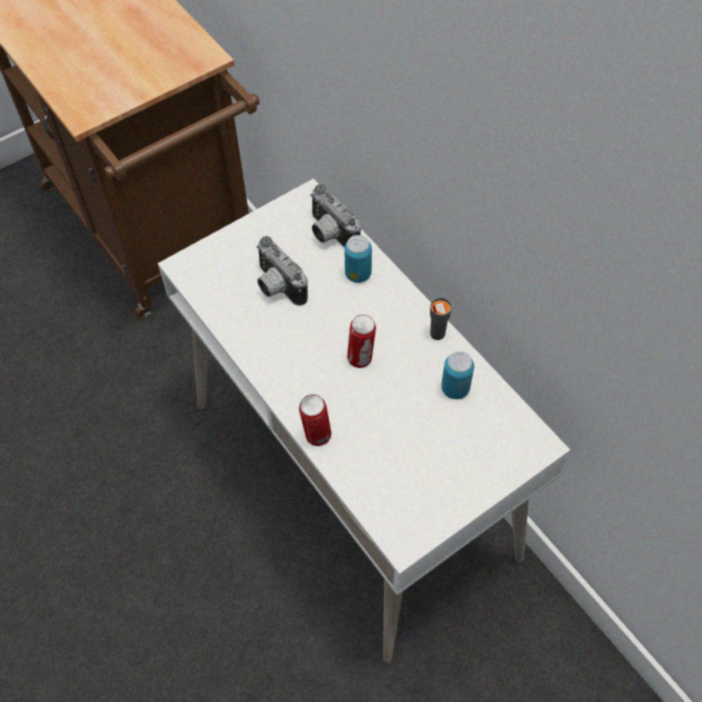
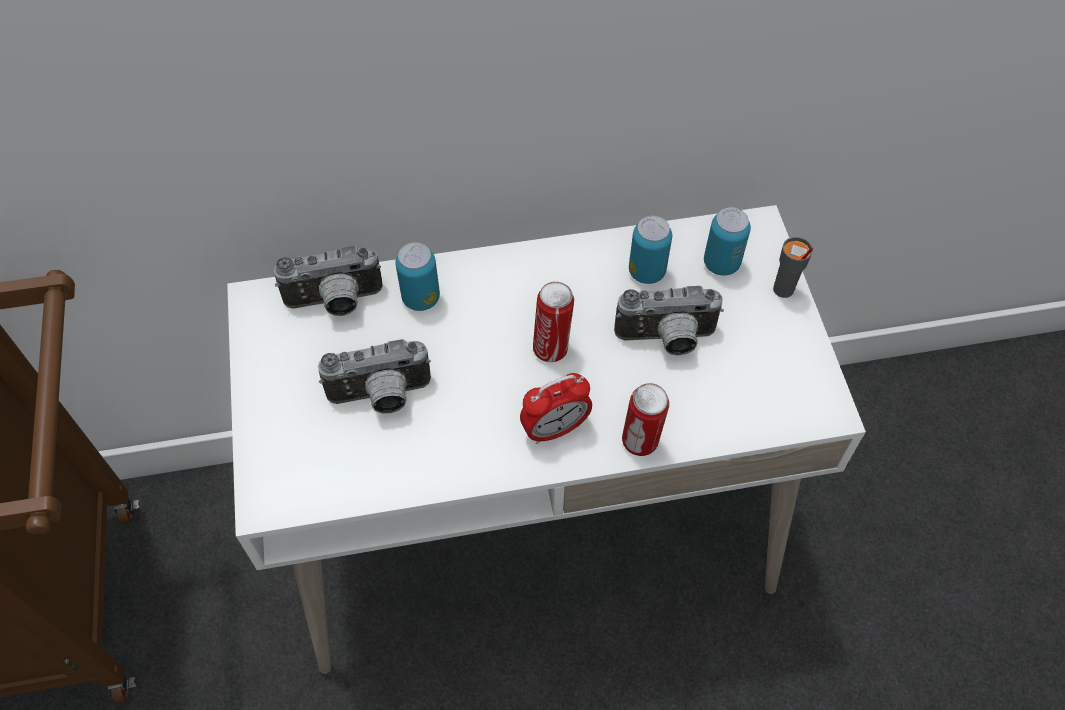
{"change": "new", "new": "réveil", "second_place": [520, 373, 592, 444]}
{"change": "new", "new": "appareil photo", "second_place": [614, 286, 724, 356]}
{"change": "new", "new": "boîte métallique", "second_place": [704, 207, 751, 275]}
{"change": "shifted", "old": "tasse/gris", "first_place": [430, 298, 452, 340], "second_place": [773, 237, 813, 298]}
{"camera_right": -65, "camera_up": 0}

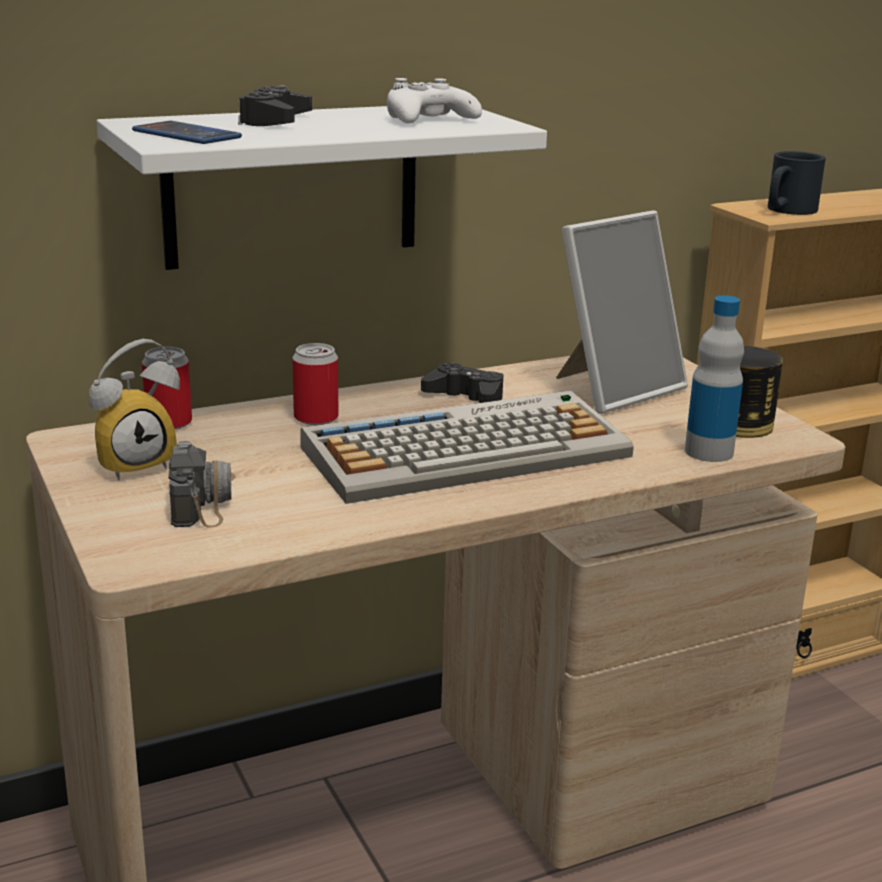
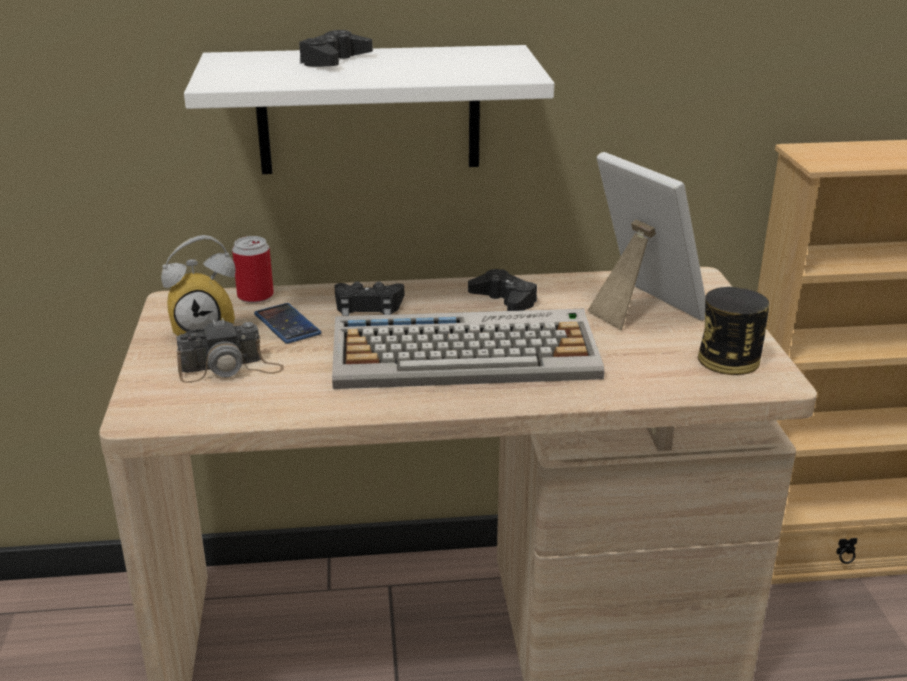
{"change": "rotated", "old": "appareil photo", "first_place": [168, 441, 236, 528], "second_place": [176, 318, 284, 383], "degrees": 60}
{"change": "shifted", "old": "téléphone", "first_place": [132, 121, 242, 144], "second_place": [254, 303, 322, 344]}
{"change": "swapped", "old": "boîte métallique", "new": "manette/noir", "first_place": [292, 343, 338, 425], "second_place": [334, 281, 404, 316]}
{"change": "rotated", "old": "cadre photo", "first_place": [556, 210, 688, 414], "second_place": [587, 152, 705, 330], "degrees": -105}
{"change": "gone", "old": "manette/blanc", "first_place": [387, 78, 482, 123]}
{"change": "gone", "old": "bouteille", "first_place": [685, 295, 744, 462]}
{"change": "gone", "old": "mug/noir", "first_place": [768, 151, 826, 215]}
{"camera_right": 20, "camera_up": 5}

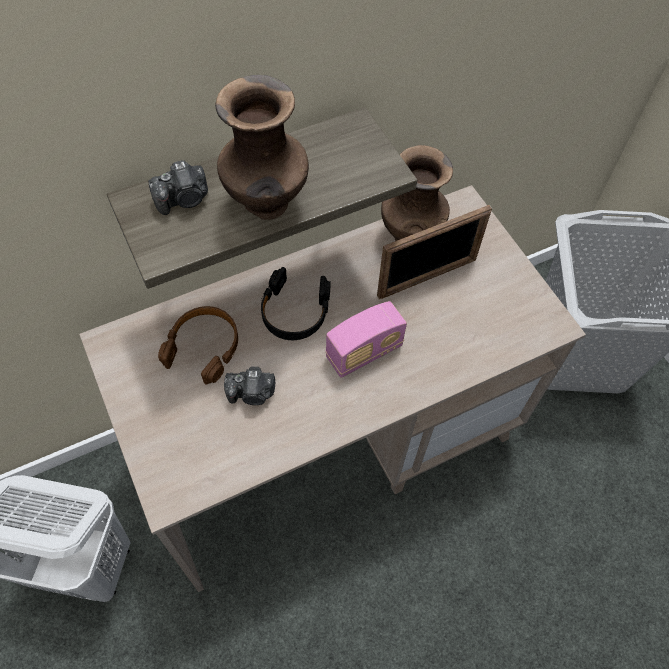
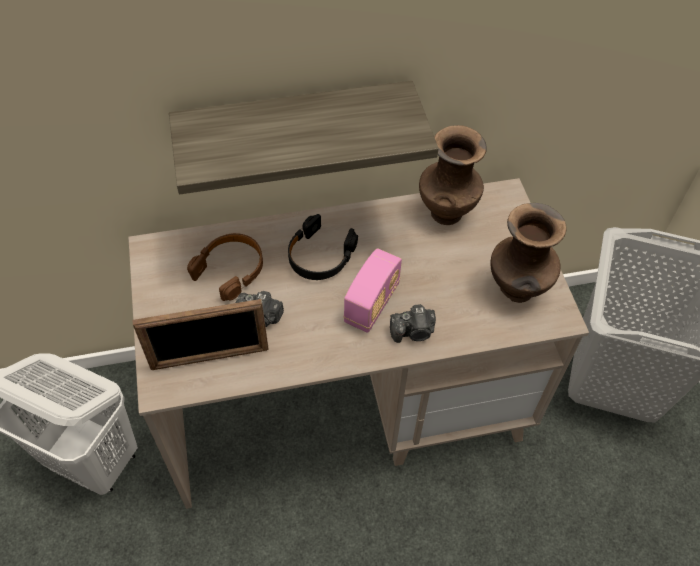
{"change": "shifted", "old": "cadre photo", "first_place": [377, 205, 492, 299], "second_place": [132, 299, 269, 370]}
{"change": "rotated", "old": "radio", "first_place": [325, 301, 407, 378], "second_place": [344, 248, 402, 333], "degrees": -45}
{"change": "shifted", "old": "appareil photo", "first_place": [148, 160, 208, 215], "second_place": [390, 304, 436, 343]}
{"change": "shifted", "old": "vase/marron", "first_place": [215, 75, 309, 220], "second_place": [490, 203, 567, 303]}
{"camera_right": 15, "camera_up": -5}

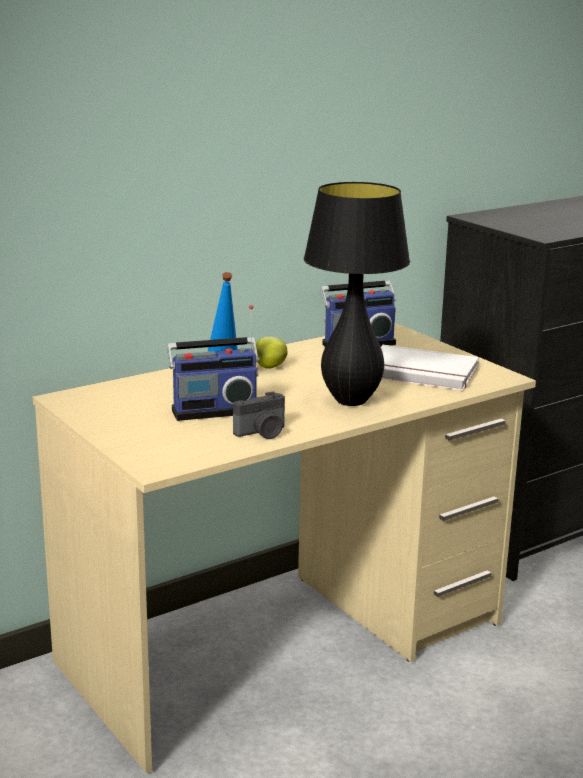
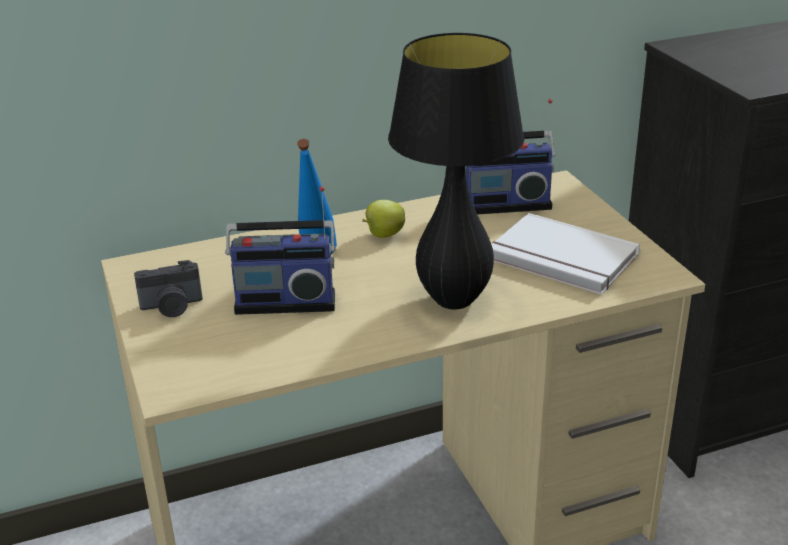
{"change": "shifted", "old": "appareil photo", "first_place": [233, 392, 285, 439], "second_place": [134, 260, 202, 317]}
{"camera_right": 15, "camera_up": 10}

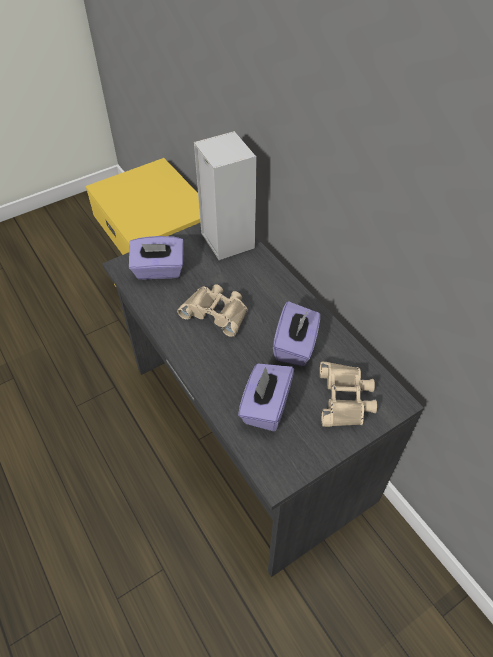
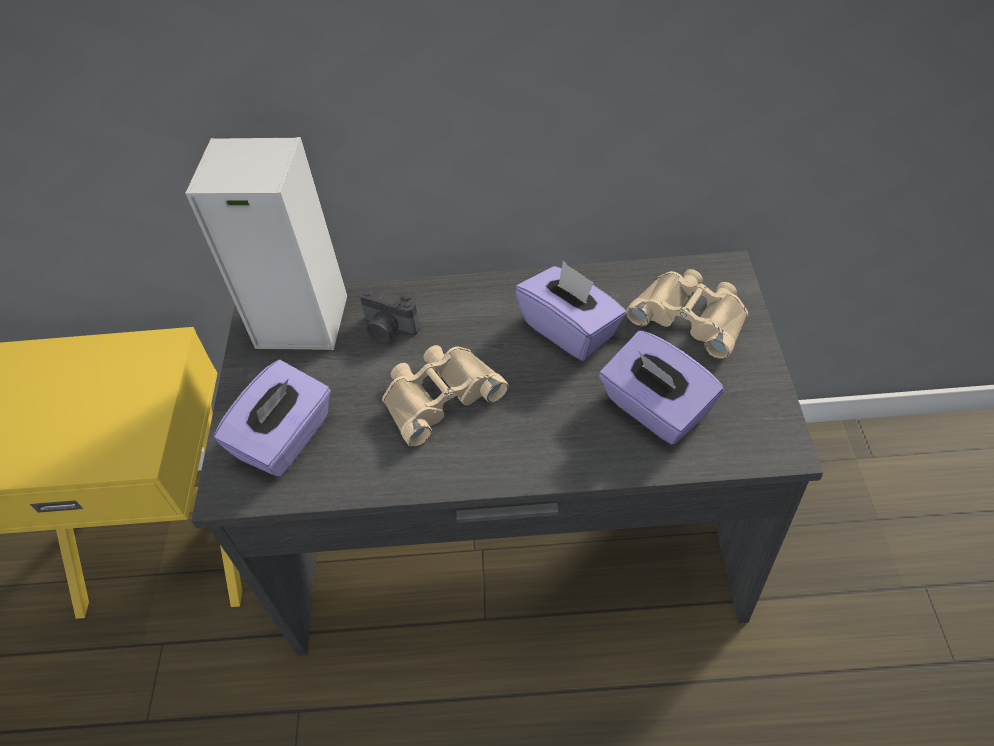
{"change": "new", "new": "appareil photo", "second_place": [359, 288, 420, 344]}
{"camera_right": -55, "camera_up": 0}

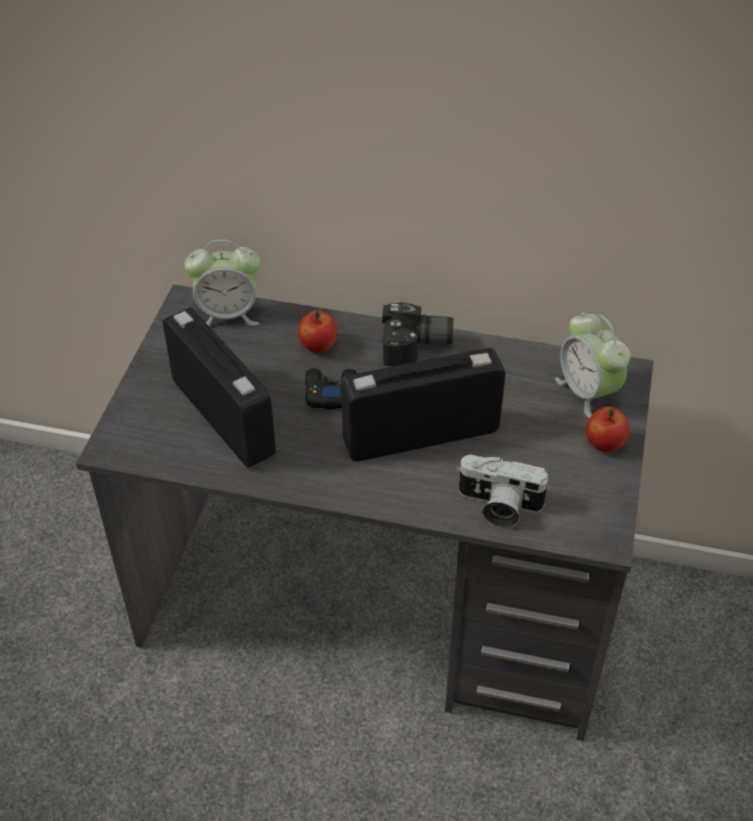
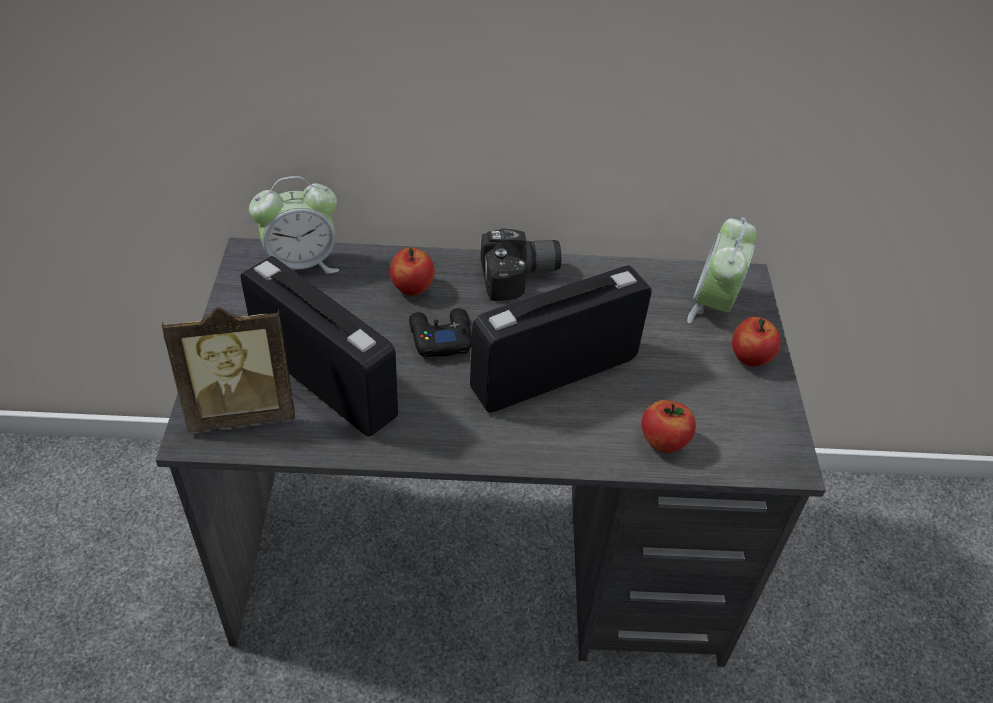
{"change": "new", "new": "cadre photo", "second_place": [162, 307, 295, 432]}
{"change": "swapped", "old": "appareil photo", "new": "pomme", "first_place": [457, 455, 550, 528], "second_place": [641, 400, 696, 453]}
{"change": "rotated", "old": "réveil", "first_place": [555, 312, 630, 418], "second_place": [687, 217, 756, 323], "degrees": 60}
{"camera_right": -15, "camera_up": 0}

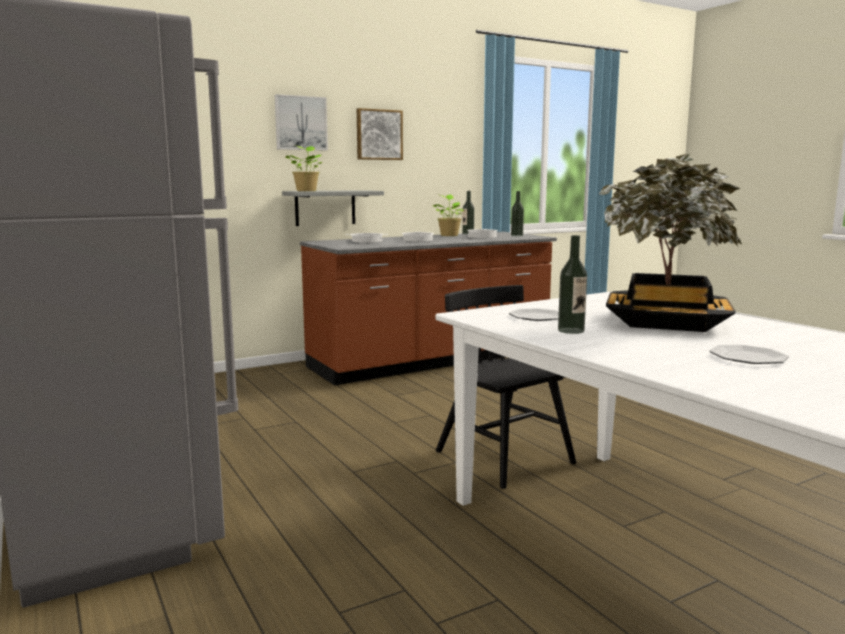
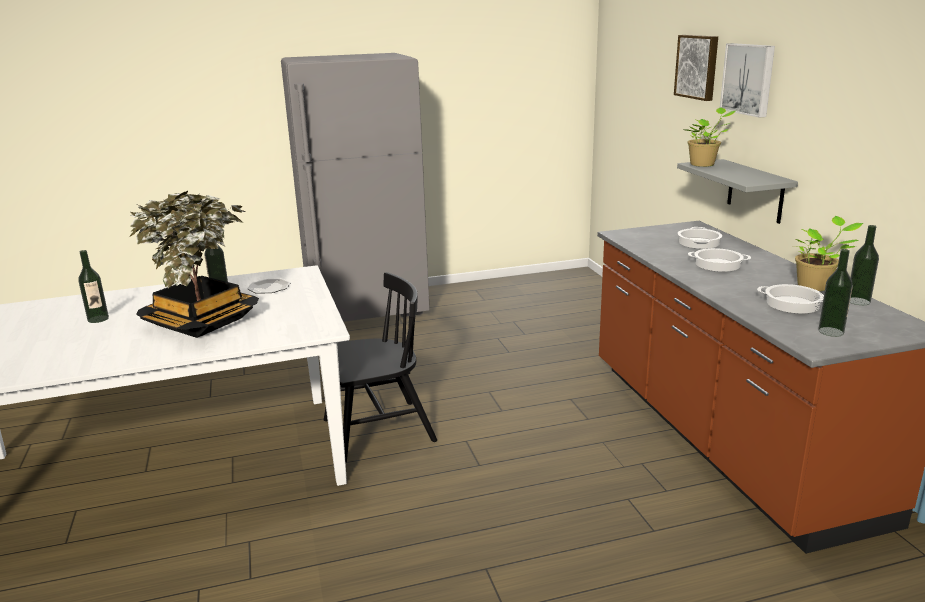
{"change": "swapped", "old": "assiette", "new": "bouteille", "first_place": [710, 345, 789, 364], "second_place": [78, 250, 109, 323]}
{"change": "shifted", "old": "tableau", "first_place": [357, 108, 403, 160], "second_place": [674, 35, 718, 101]}
{"camera_right": 105, "camera_up": 10}

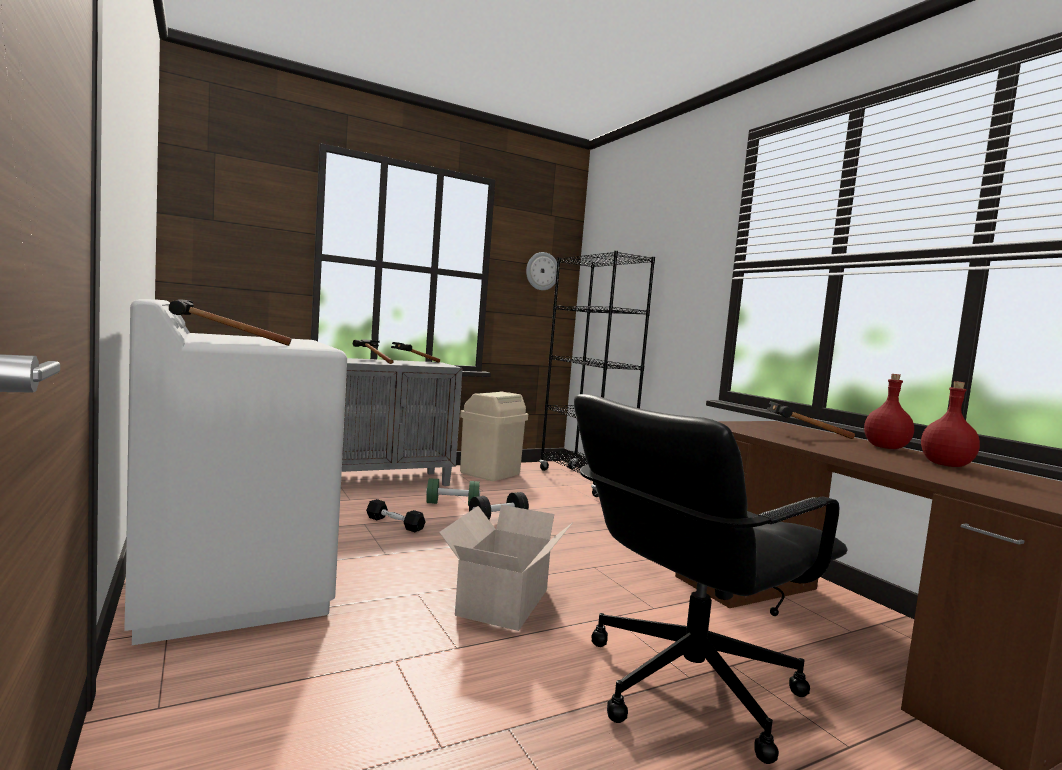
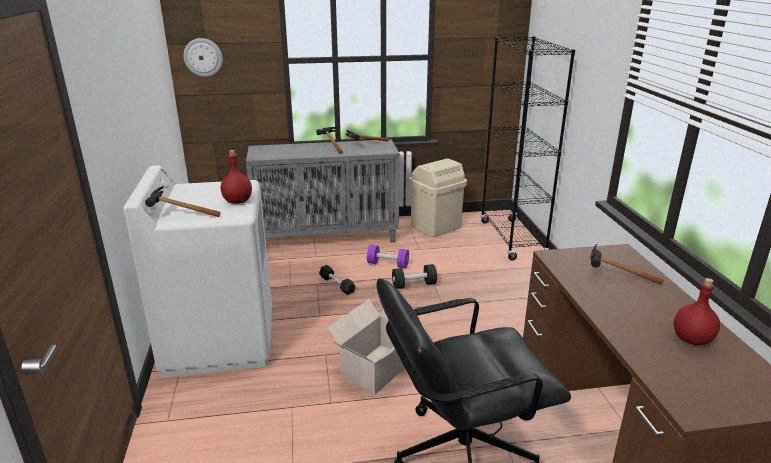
{"change": "shifted", "old": "horloge murale", "first_place": [526, 252, 557, 290], "second_place": [183, 38, 223, 77]}
{"change": "shifted", "old": "bouteille/rouge", "first_place": [864, 374, 914, 449], "second_place": [221, 150, 252, 204]}
{"change": "repainted", "old": "haltère/vert", "new": "haltère/violet", "first_place": [426, 478, 480, 506], "second_place": [367, 245, 409, 268]}
{"camera_right": 20, "camera_up": 20}

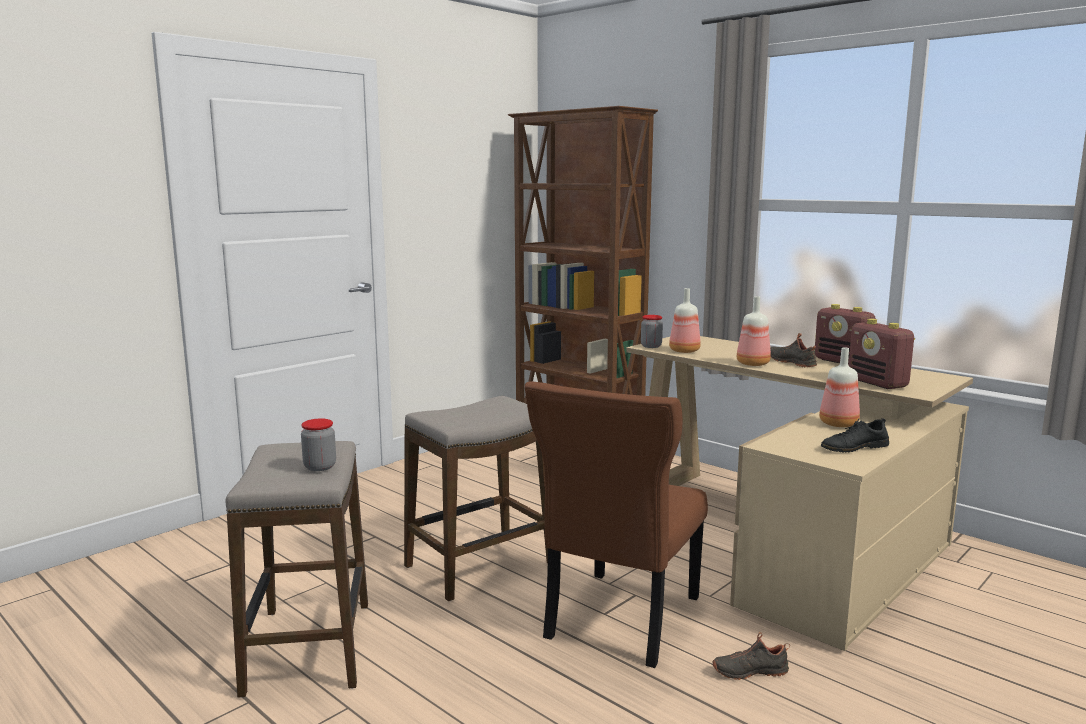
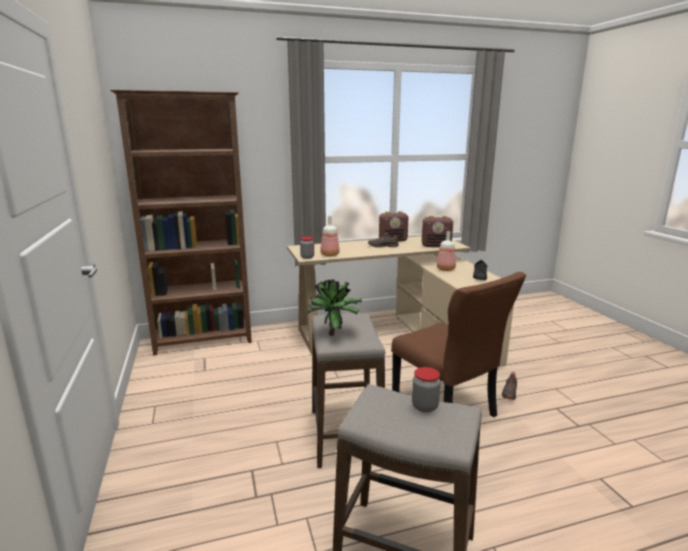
{"change": "new", "new": "plante en pot", "second_place": [307, 280, 362, 336]}
{"change": "gone", "old": "bouteille", "first_place": [737, 296, 771, 366]}
{"camera_right": -60, "camera_up": 5}

